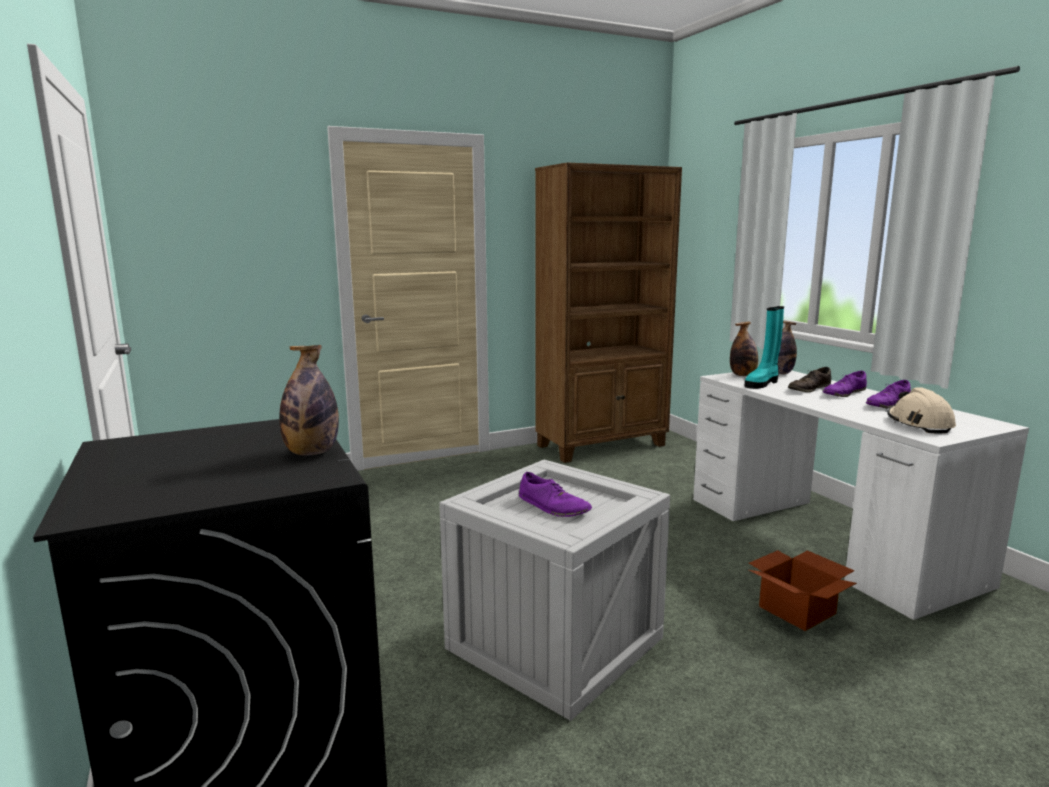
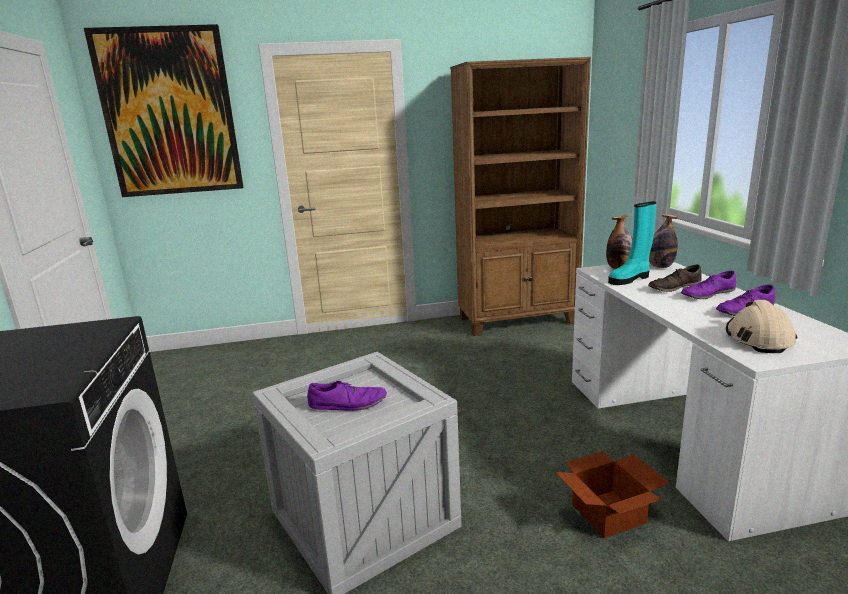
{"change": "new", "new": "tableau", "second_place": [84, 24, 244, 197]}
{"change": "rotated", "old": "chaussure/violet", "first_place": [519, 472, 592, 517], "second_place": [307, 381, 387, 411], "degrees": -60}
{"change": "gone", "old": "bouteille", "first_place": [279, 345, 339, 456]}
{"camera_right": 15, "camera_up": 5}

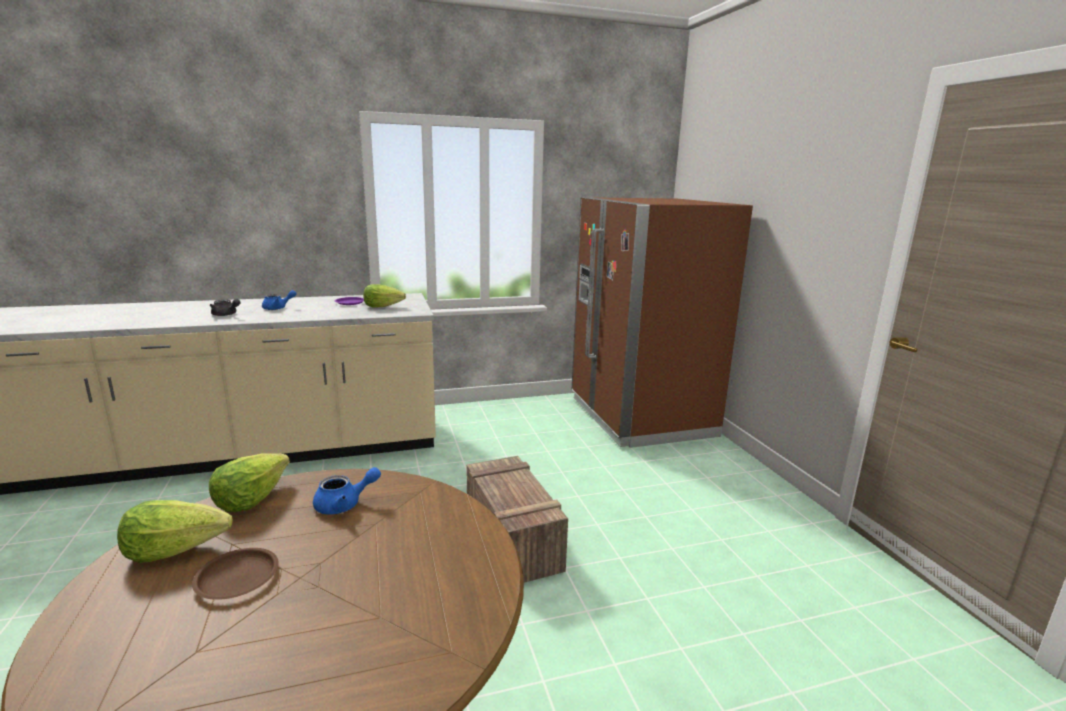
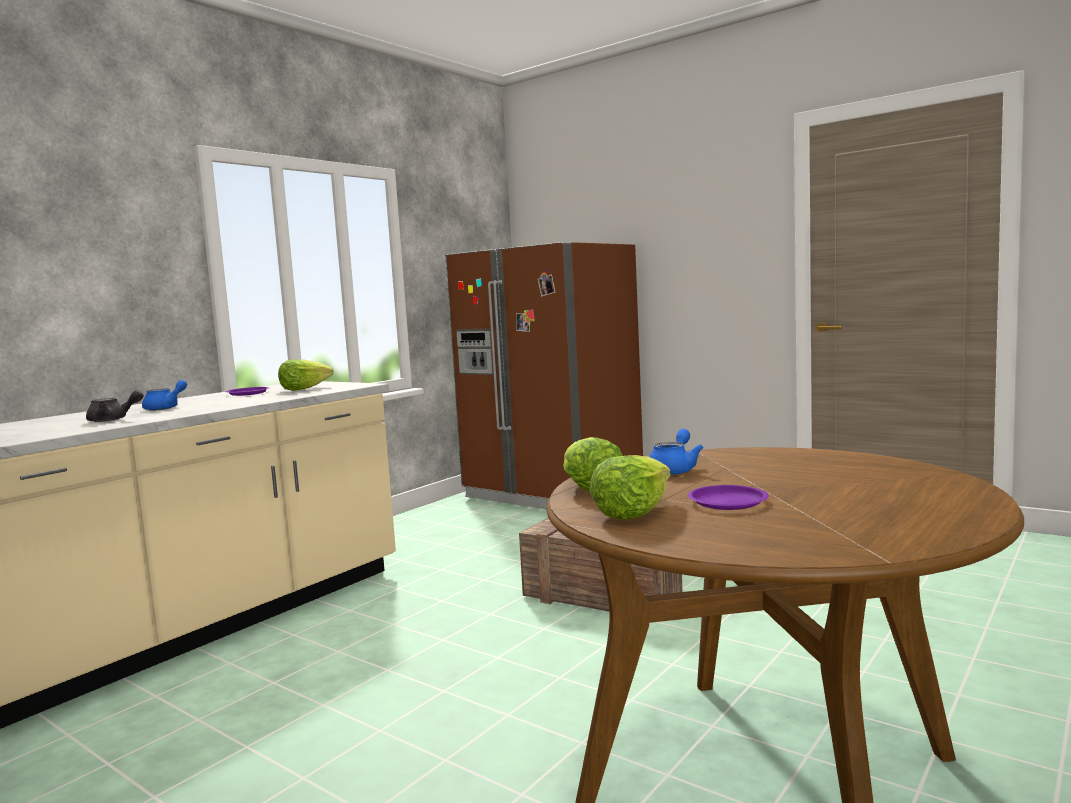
{"change": "repainted", "old": "assiette/marron", "new": "assiette/violet", "first_place": [192, 548, 279, 600], "second_place": [688, 485, 769, 510]}
{"camera_right": -35, "camera_up": -10}

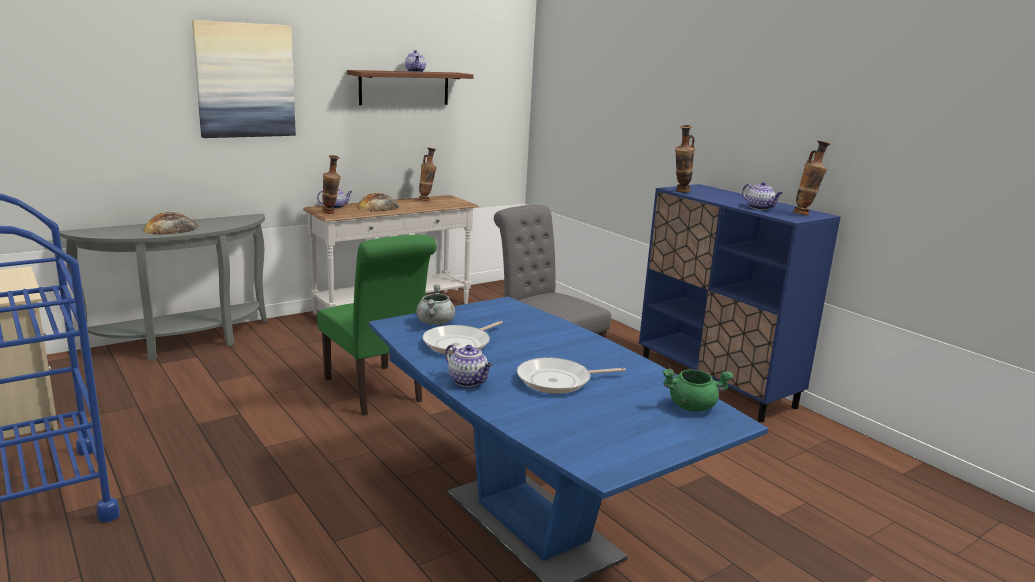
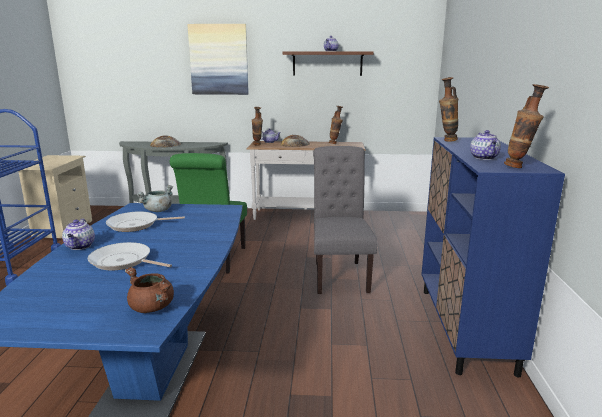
{"change": "repainted", "old": "marmite/vert", "new": "marmite/marron", "first_place": [662, 369, 733, 412], "second_place": [125, 267, 174, 313]}
{"camera_right": 40, "camera_up": 0}

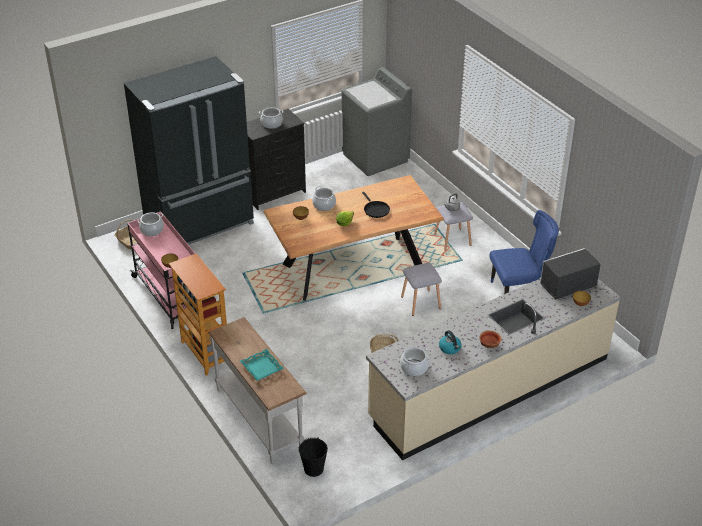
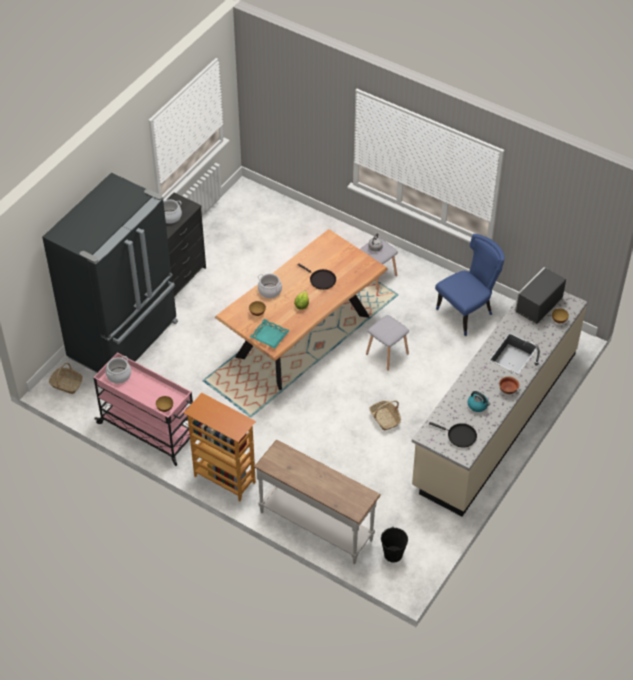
{"change": "shifted", "old": "plateau/turquoise", "first_place": [240, 349, 284, 381], "second_place": [250, 319, 290, 348]}
{"change": "swapped", "old": "marmite", "new": "poêle/noir", "first_place": [400, 347, 429, 376], "second_place": [429, 422, 477, 448]}
{"change": "gone", "old": "lave-linge/gris", "first_place": [341, 67, 412, 176]}
{"camera_right": -25, "camera_up": 10}

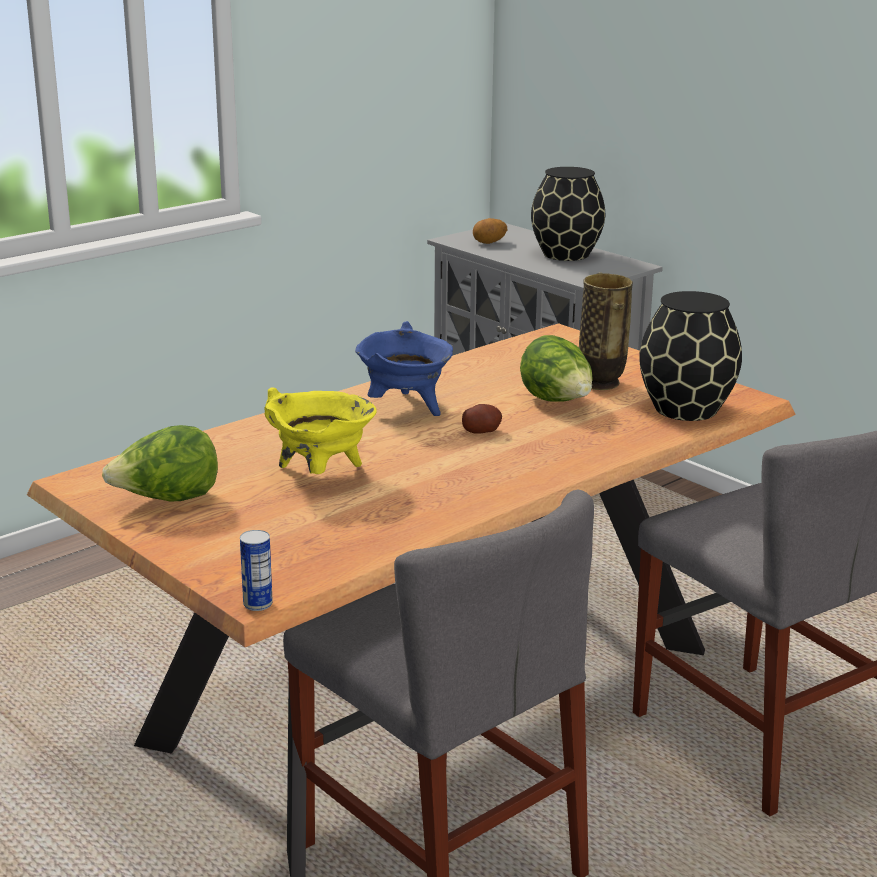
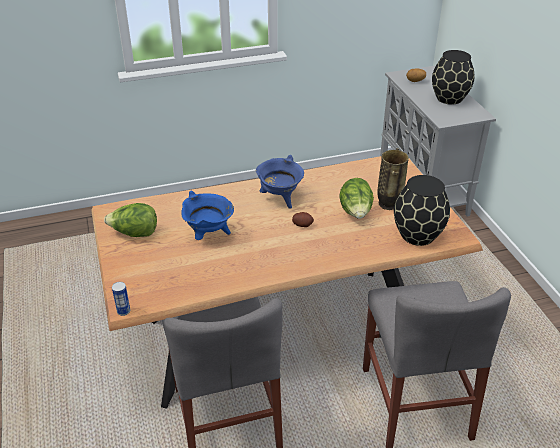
{"change": "repainted", "old": "marmite/jaune", "new": "marmite/bleu", "first_place": [264, 388, 377, 474], "second_place": [181, 191, 234, 240]}
{"camera_right": 25, "camera_up": 15}

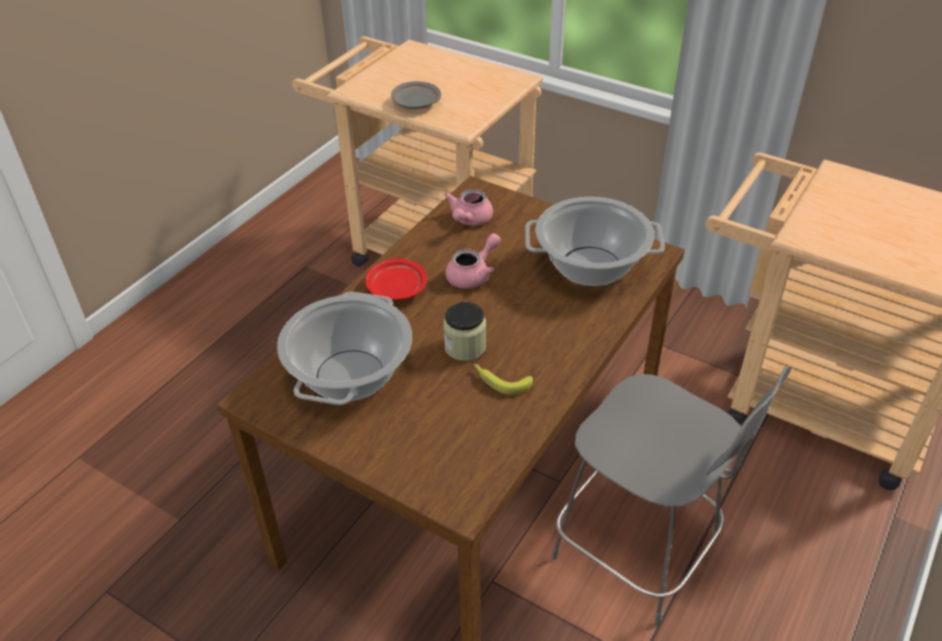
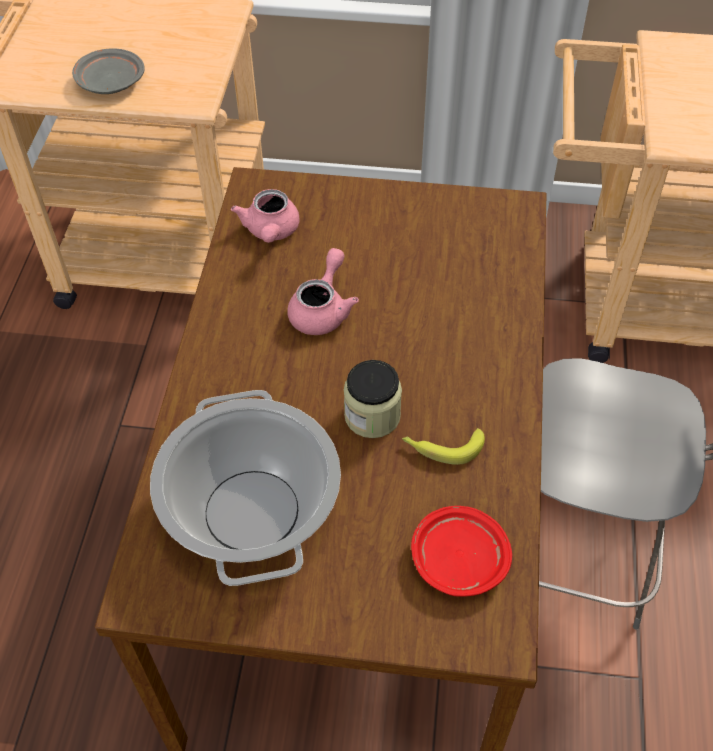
{"change": "shifted", "old": "assiette/rouge", "first_place": [365, 258, 427, 300], "second_place": [411, 506, 512, 597]}
{"change": "gone", "old": "marmite", "first_place": [525, 197, 665, 286]}
{"camera_right": -25, "camera_up": 10}

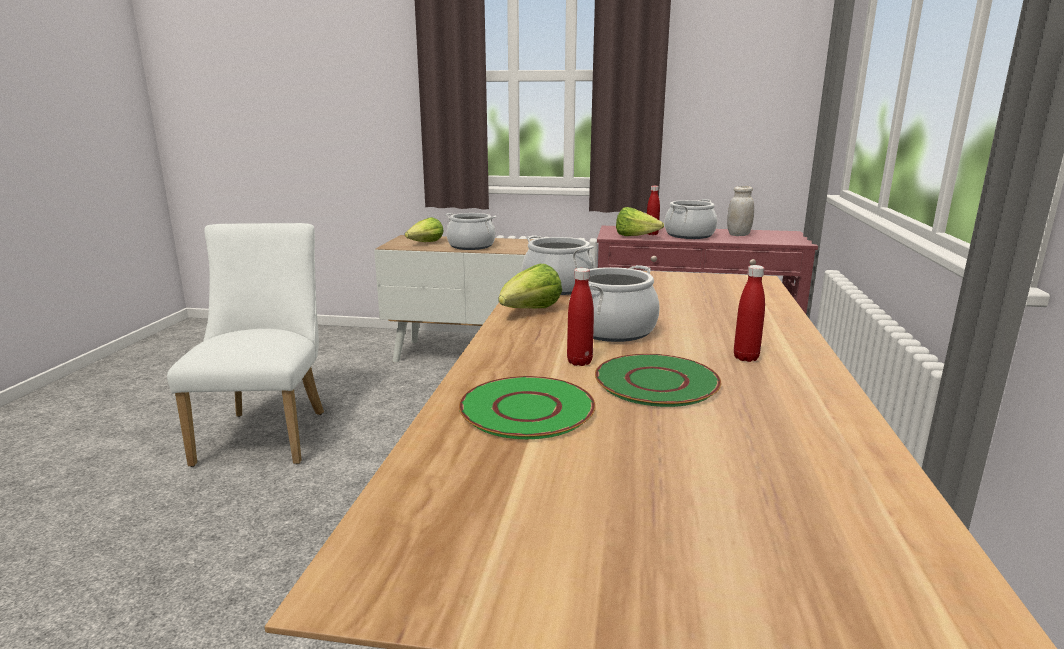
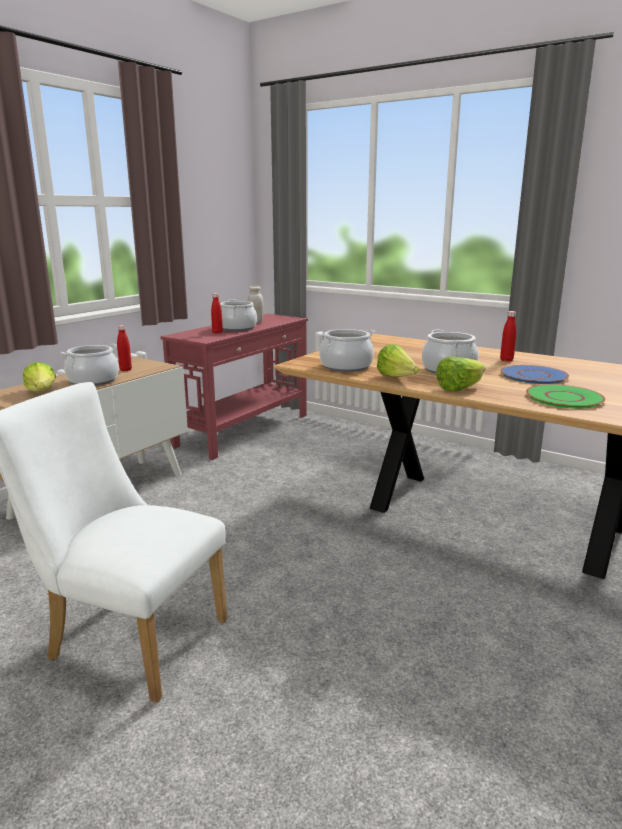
{"change": "shifted", "old": "bouteille/rouge", "first_place": [567, 268, 594, 366], "second_place": [117, 325, 132, 371]}
{"change": "shifted", "old": "laitue", "first_place": [616, 207, 664, 236], "second_place": [436, 357, 486, 391]}
{"change": "repainted", "old": "assiette/vert", "new": "assiette/bleu", "first_place": [595, 354, 721, 407], "second_place": [500, 365, 569, 384]}
{"camera_right": -65, "camera_up": 0}

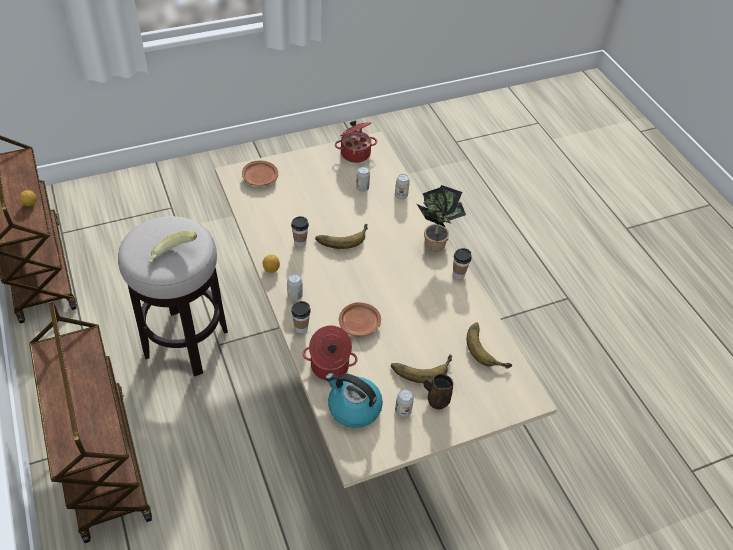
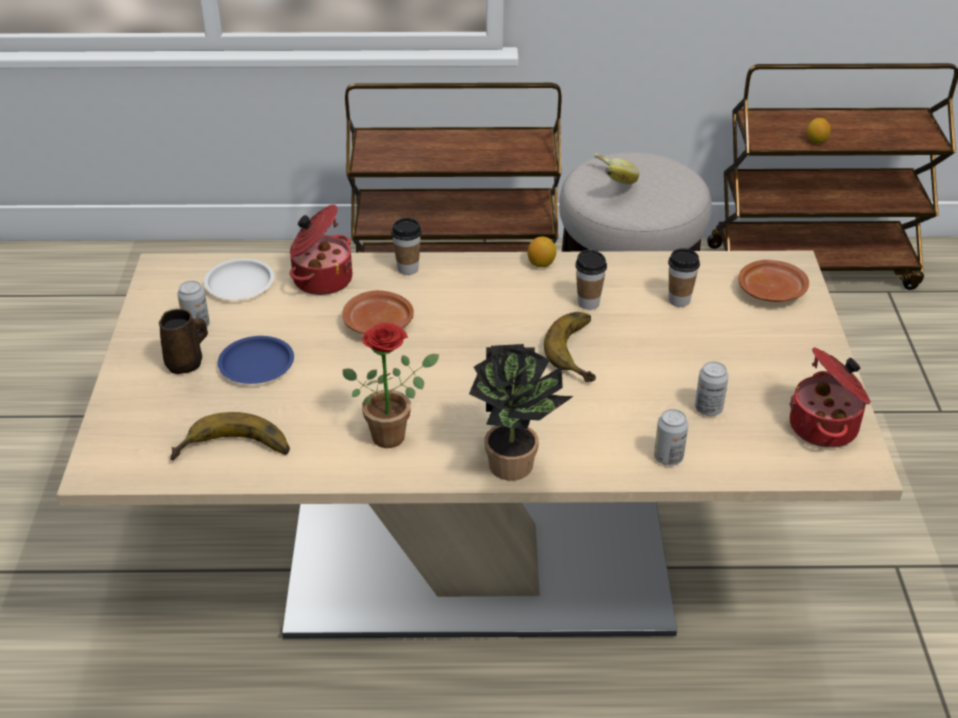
{"change": "swapped", "old": "bouilloire", "new": "assiette/blanc", "first_place": [325, 373, 383, 428], "second_place": [204, 259, 274, 300]}
{"change": "swapped", "old": "banane", "new": "assiette/bleu", "first_place": [391, 354, 452, 383], "second_place": [218, 336, 294, 384]}
{"change": "new", "new": "plante en pot", "second_place": [342, 323, 439, 448]}
{"change": "shifted", "old": "tasse", "first_place": [453, 248, 472, 279], "second_place": [668, 248, 700, 307]}
{"change": "gone", "old": "boîte métallique", "first_place": [287, 273, 303, 301]}
{"camera_right": 115, "camera_up": -10}

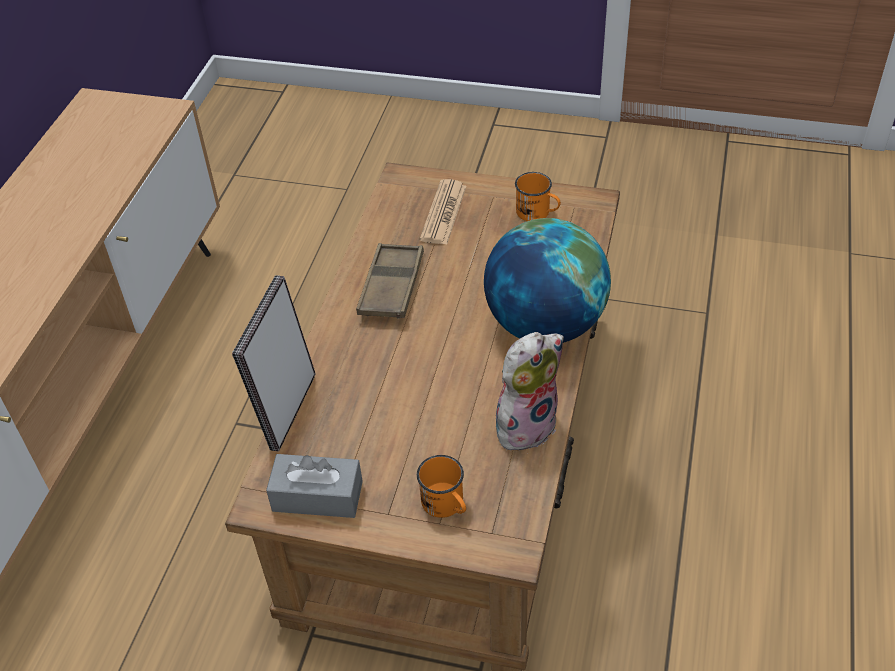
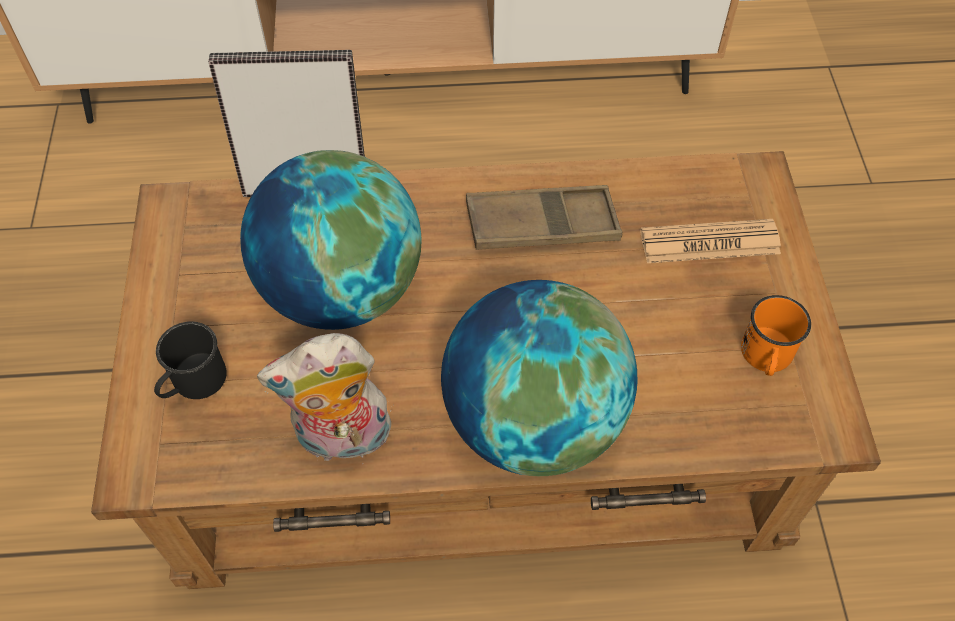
{"change": "repainted", "old": "mug/orange", "new": "mug/noir", "first_place": [417, 455, 466, 518], "second_place": [154, 321, 227, 399]}
{"change": "new", "new": "globe", "second_place": [240, 150, 422, 330]}
{"change": "rotated", "old": "peluche", "first_place": [496, 332, 564, 454], "second_place": [257, 333, 391, 464], "degrees": 135}
{"change": "gone", "old": "boîte à mouchoirs/gris", "first_place": [266, 454, 363, 518]}
{"camera_right": 70, "camera_up": 10}

